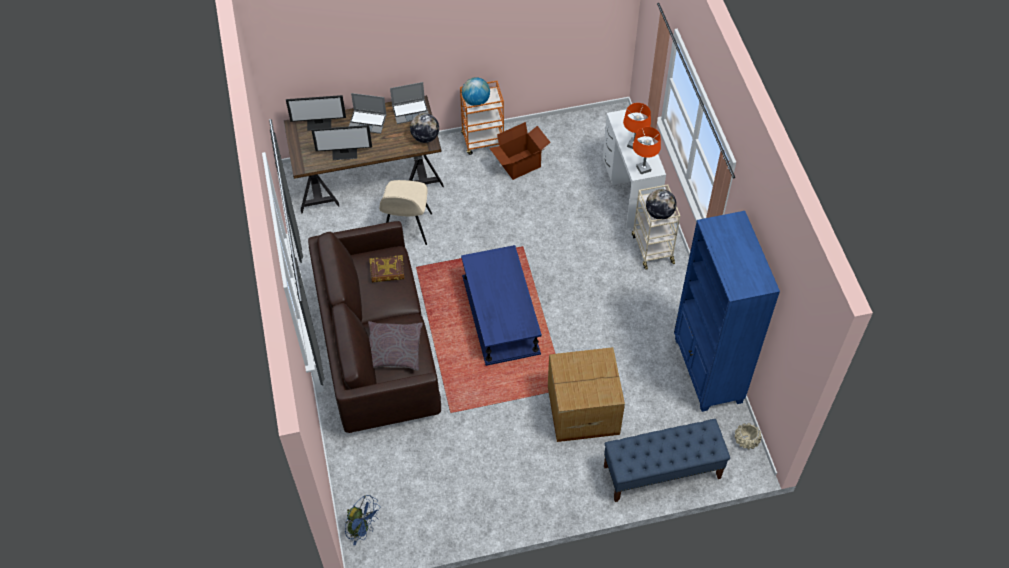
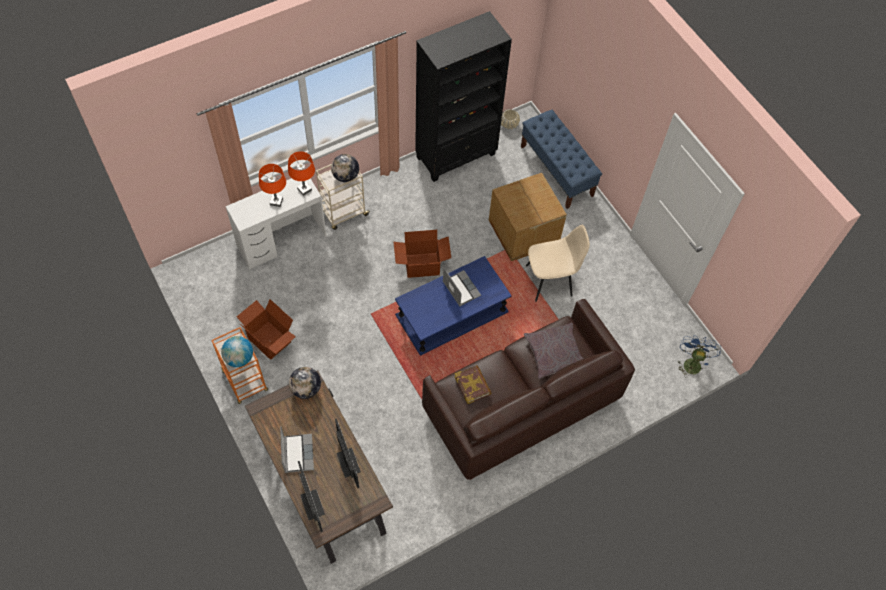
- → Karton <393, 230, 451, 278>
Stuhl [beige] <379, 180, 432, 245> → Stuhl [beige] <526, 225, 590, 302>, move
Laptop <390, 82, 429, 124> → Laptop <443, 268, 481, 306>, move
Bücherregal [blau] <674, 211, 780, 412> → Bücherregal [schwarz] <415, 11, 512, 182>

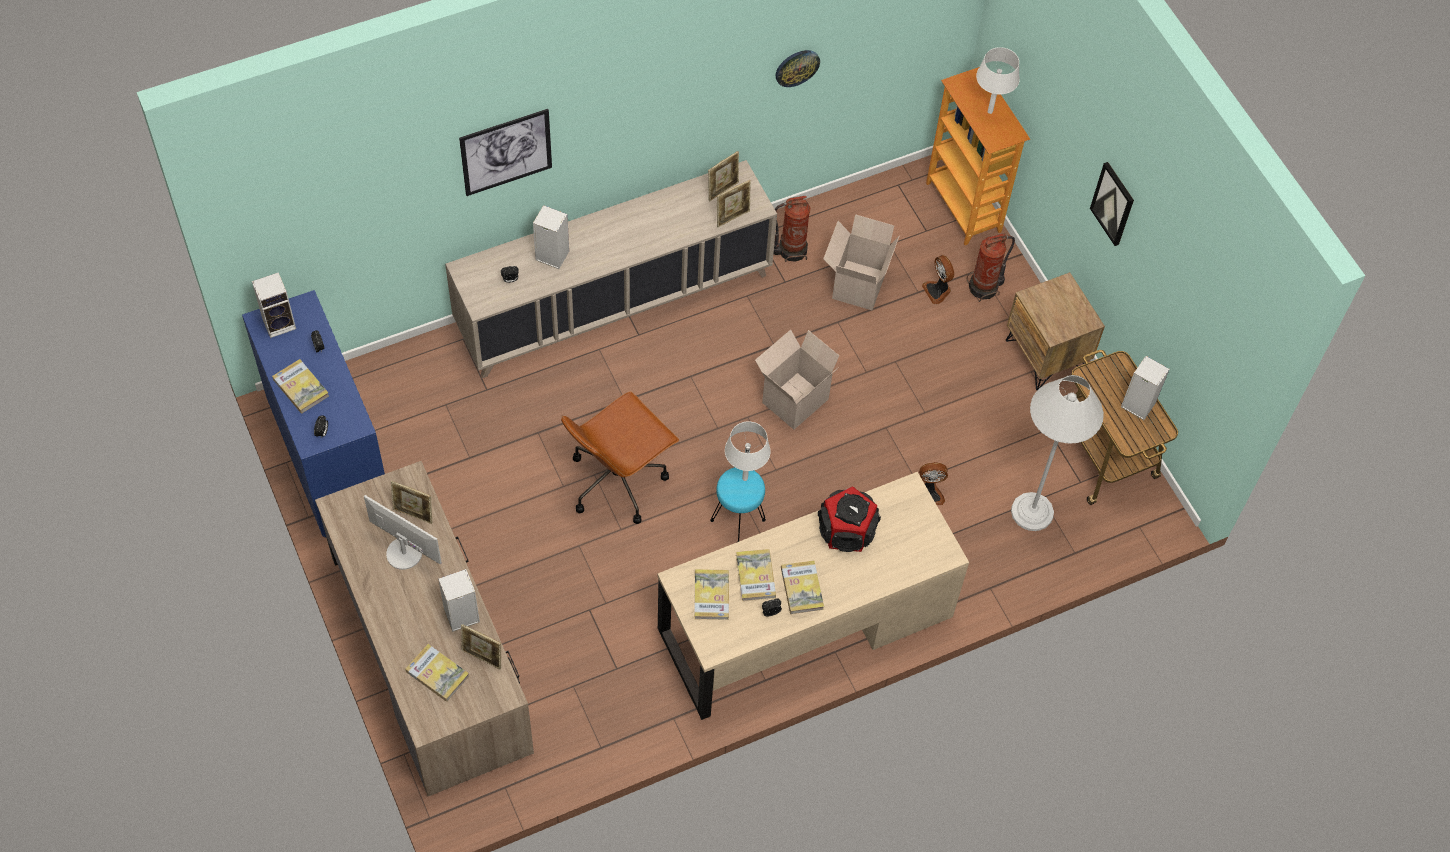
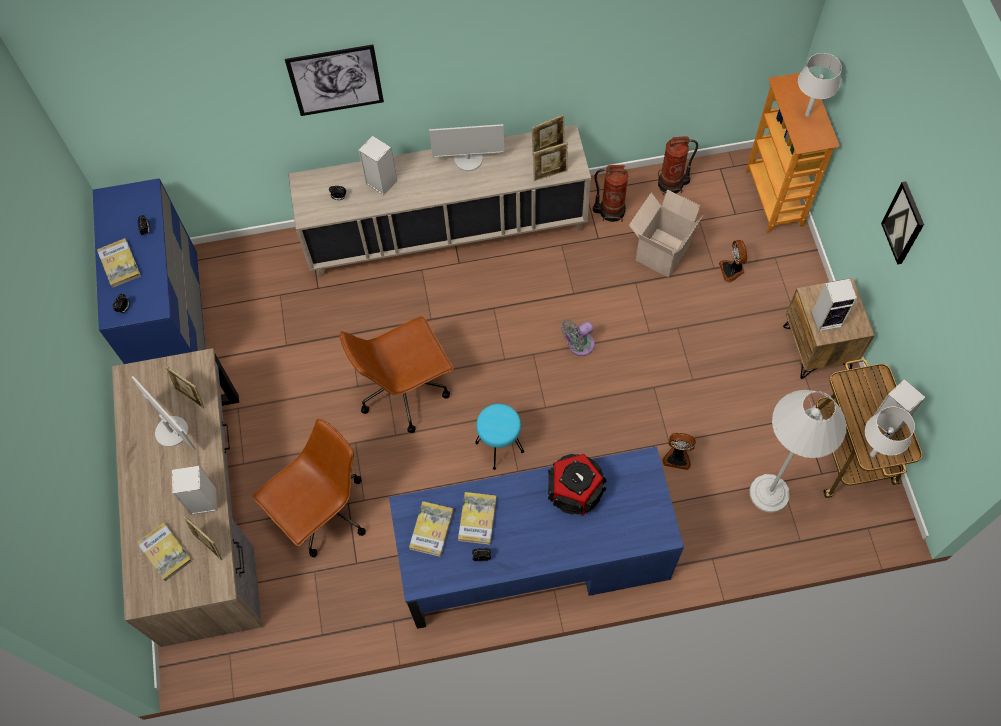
Wanduhr <776, 50, 820, 87> → -
Buch <781, 561, 824, 614> → -
- → Bürostuhl [braun] <252, 419, 366, 557>
- → Monitor <429, 124, 504, 171>
Lautsprecher <252, 272, 296, 338> → Lautsprecher <812, 279, 857, 331>, move
Tischlampe [weiß] <725, 421, 771, 481> → Tischlampe [weiß] <865, 407, 915, 457>, move
Feuerlöscher <967, 233, 1015, 302> → Feuerlöscher <658, 136, 698, 195>, move
Karton <755, 330, 839, 429> → Ventilator [grau] <561, 320, 595, 356>
Schreibtisch [beige] <657, 472, 969, 720> → Schreibtisch [blau] <389, 447, 684, 629>

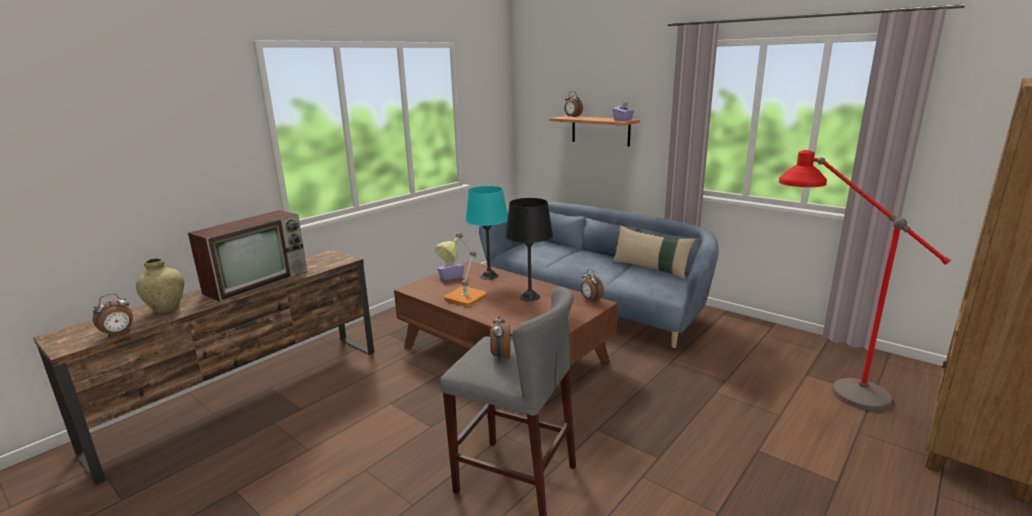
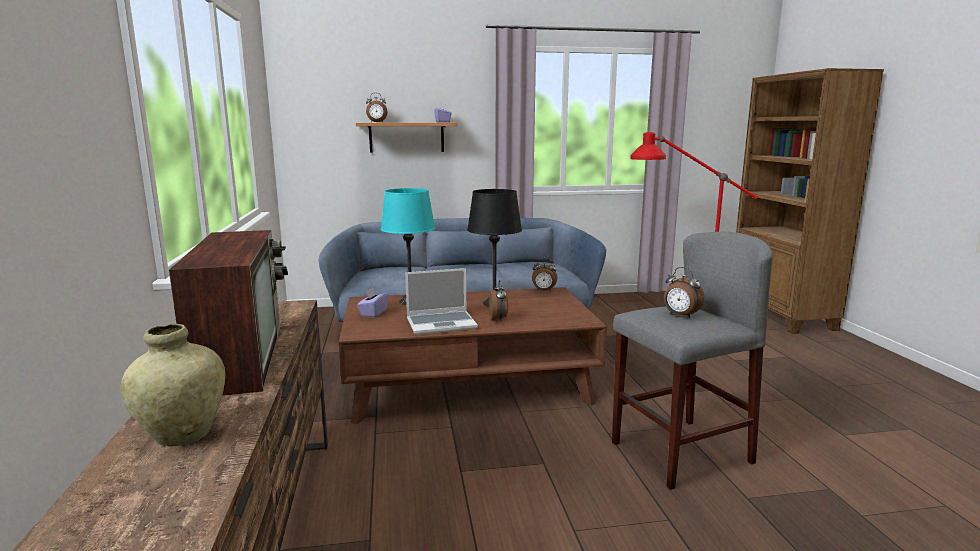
Kissen [beige] <612, 225, 695, 279> → -
Wecker <93, 294, 133, 337> → Wecker <489, 280, 508, 322>, move
Tischlampe <435, 232, 487, 307> → Laptop <405, 268, 478, 335>

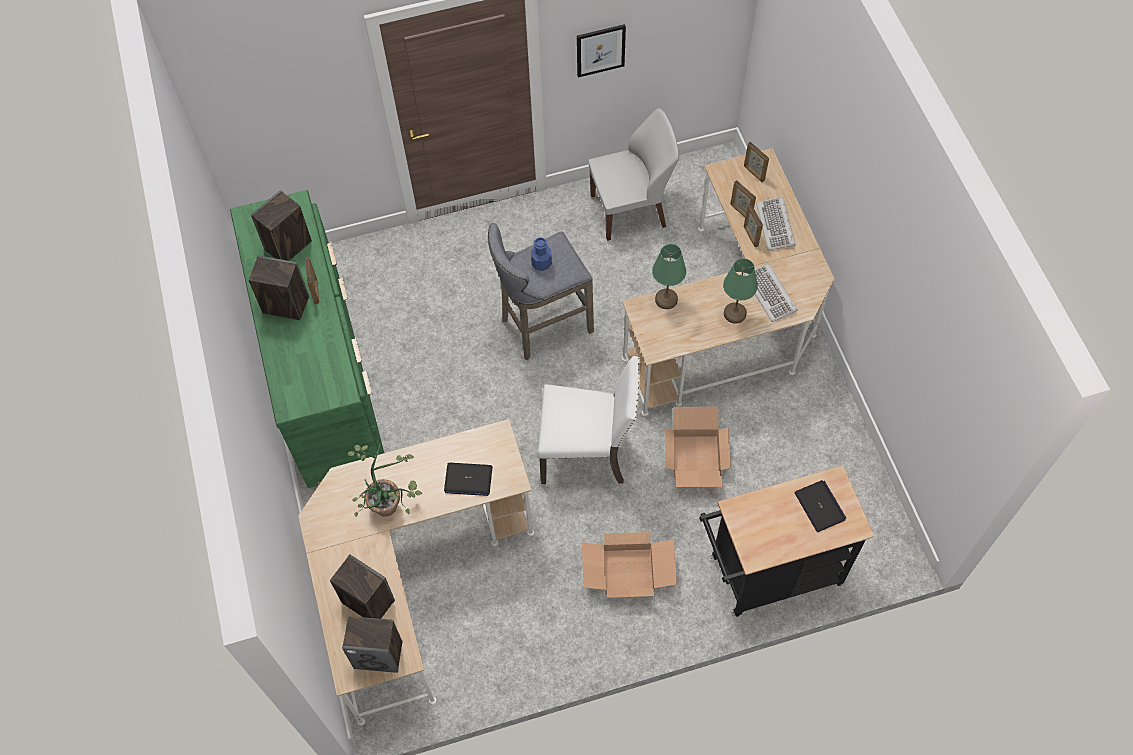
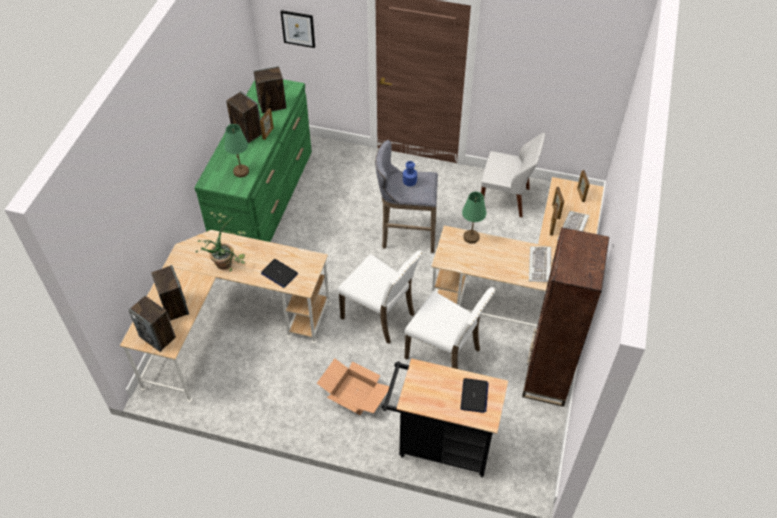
- → Bücherregal [braun] <522, 227, 609, 407>
Bild <577, 24, 626, 77> → Bild <280, 10, 315, 48>, move
Tischlampe [grün] <723, 258, 758, 324> → Tischlampe [grün] <224, 124, 249, 177>, move
Karton <664, 407, 731, 487> → Stuhl [weiß] <404, 287, 496, 369>

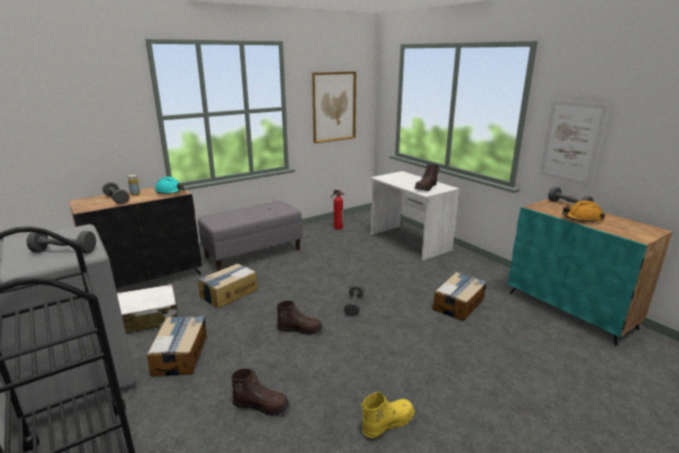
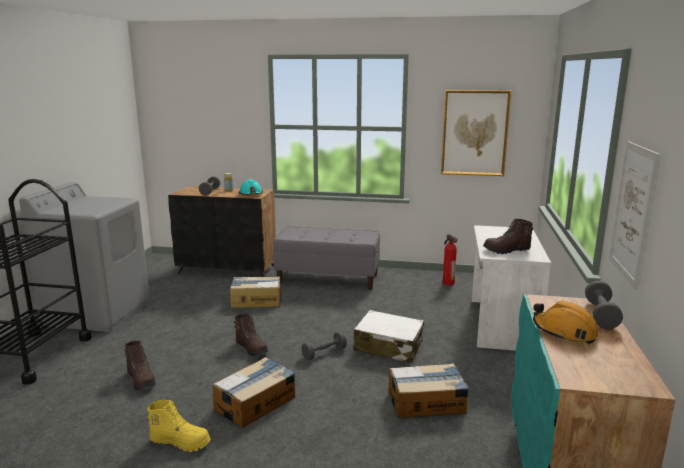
Hantel [grau] <26, 231, 96, 253> → -
Koffer [weiß] <117, 284, 177, 333> → Koffer [weiß] <353, 310, 424, 363>, move
Karton <147, 316, 207, 377> → Karton <212, 357, 295, 428>, move

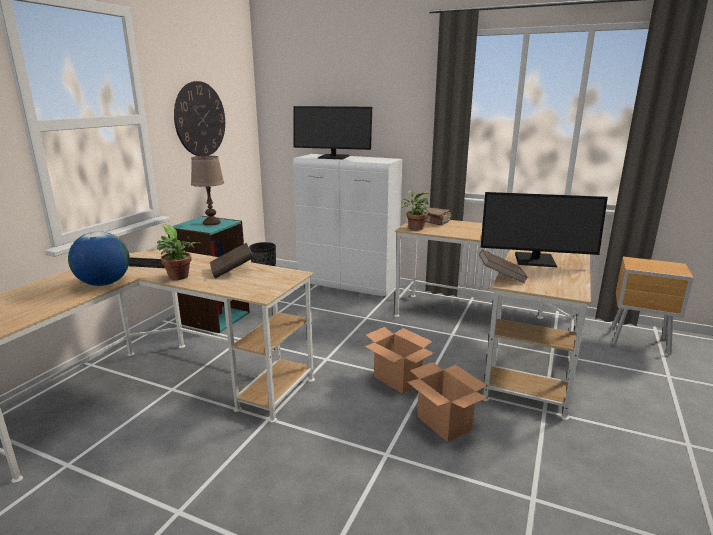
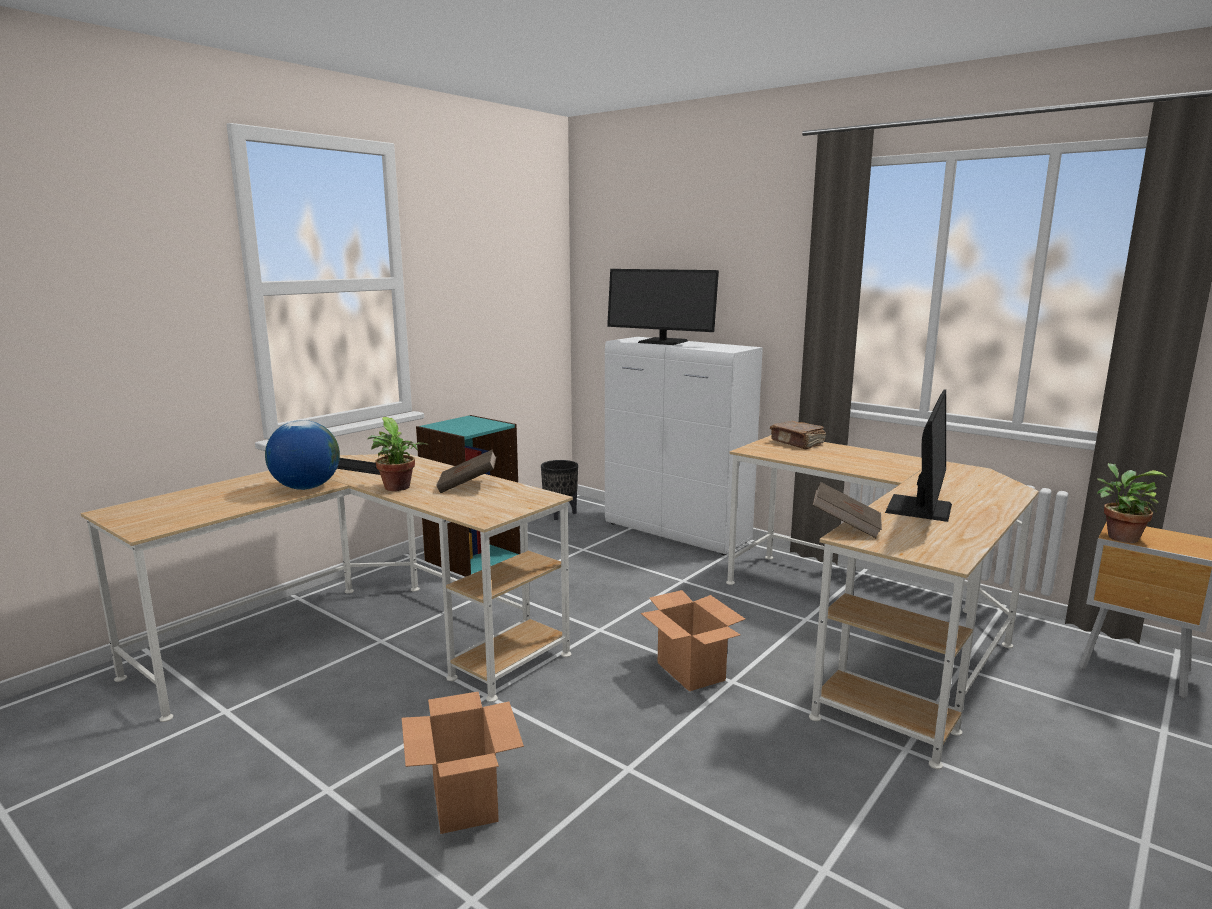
Wanduhr <174, 81, 225, 156> → -
Tischlampe [braun] <191, 156, 224, 226> → -
Topfpflanze <401, 190, 430, 231> → Topfpflanze <1097, 463, 1167, 543>, move
Karton <407, 362, 488, 442> → Karton <402, 691, 524, 834>, move
Monitor <481, 192, 608, 268> → Monitor <885, 390, 952, 522>, 90 degrees counterclockwise

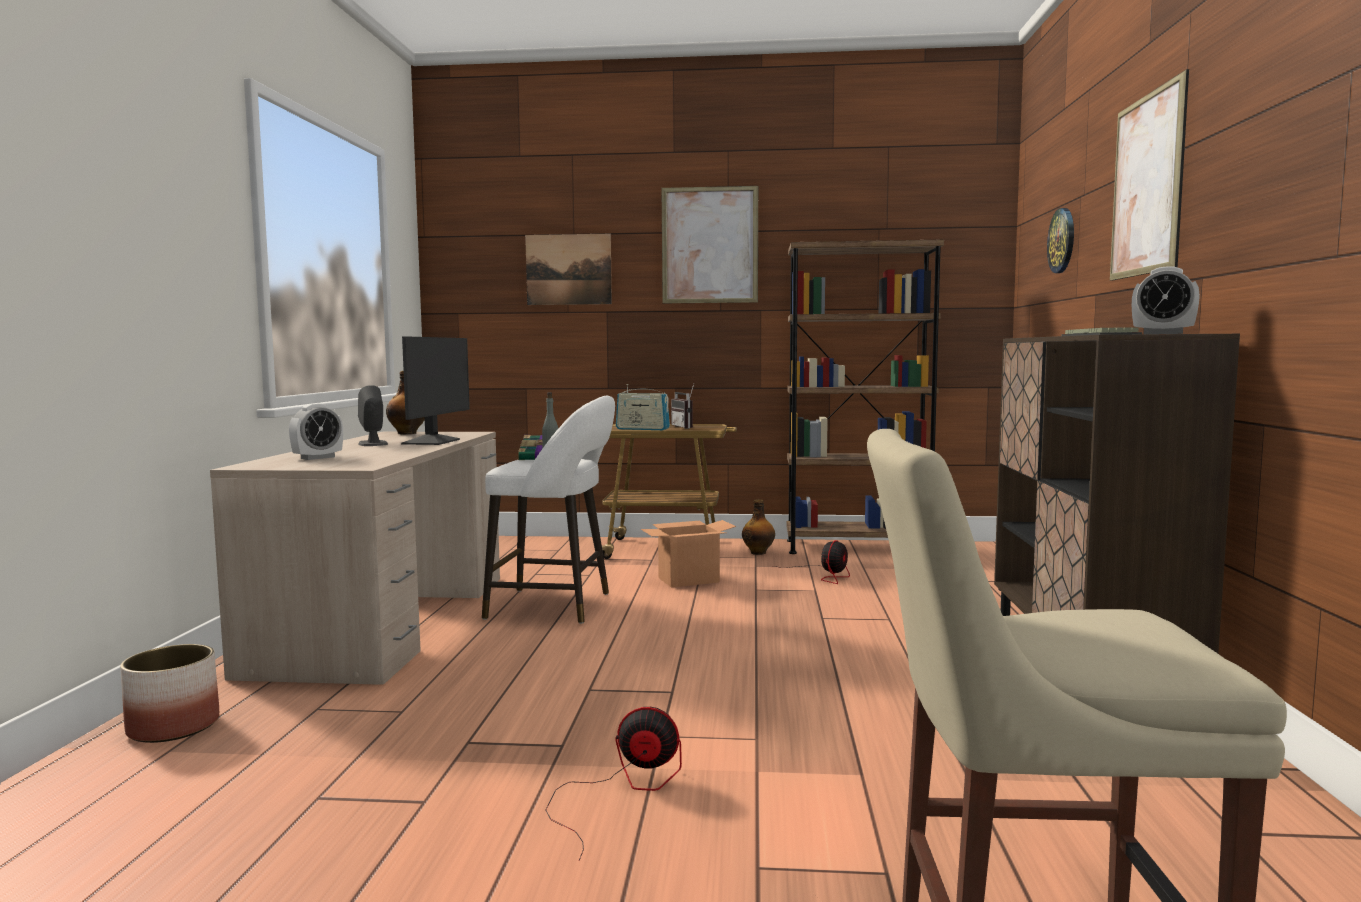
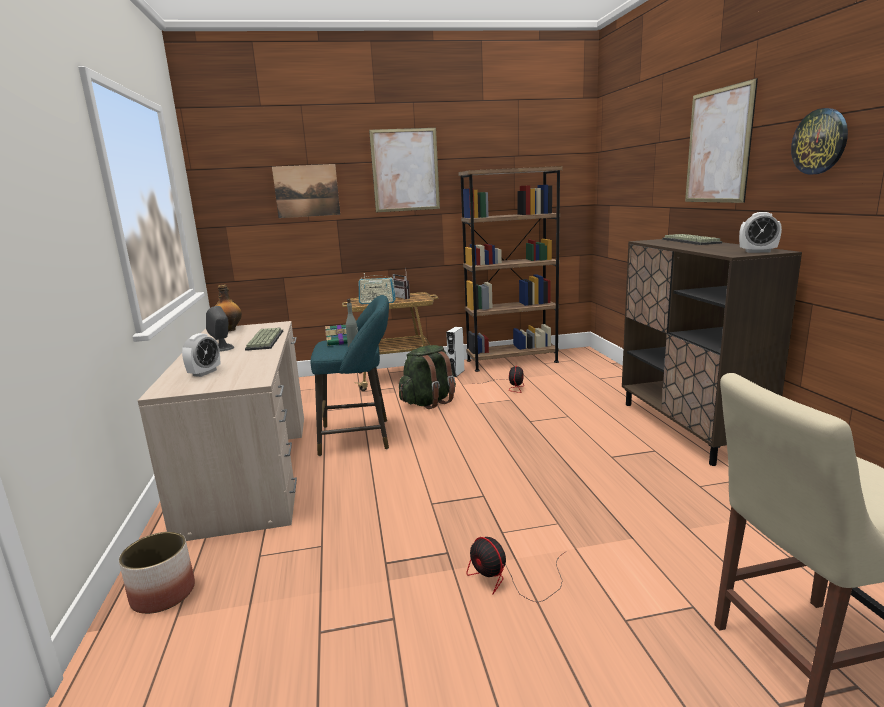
Wanduhr <1047, 208, 1074, 273> → Wanduhr <791, 108, 848, 175>, move
Monitor <401, 336, 470, 445> → Tastatur <245, 327, 283, 351>
Karton <641, 520, 736, 588> → Rucksack [grün] <399, 345, 456, 409>
Flasche <742, 499, 775, 555> → Lautsprecher [weiß] <446, 327, 465, 377>
Hocker [weiß] <482, 396, 615, 624> → Hocker [türkis] <310, 295, 389, 456>
Ventilator <546, 707, 682, 861> → Ventilator <466, 537, 565, 602>, 120 degrees counterclockwise

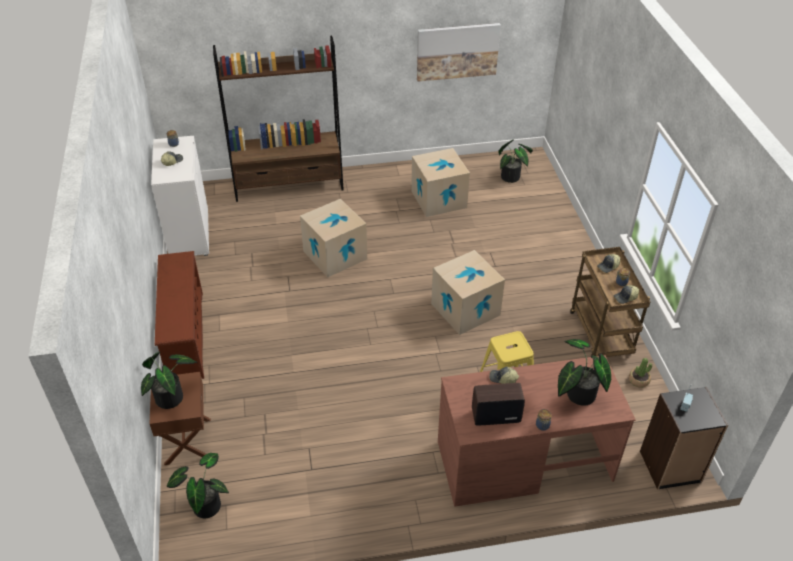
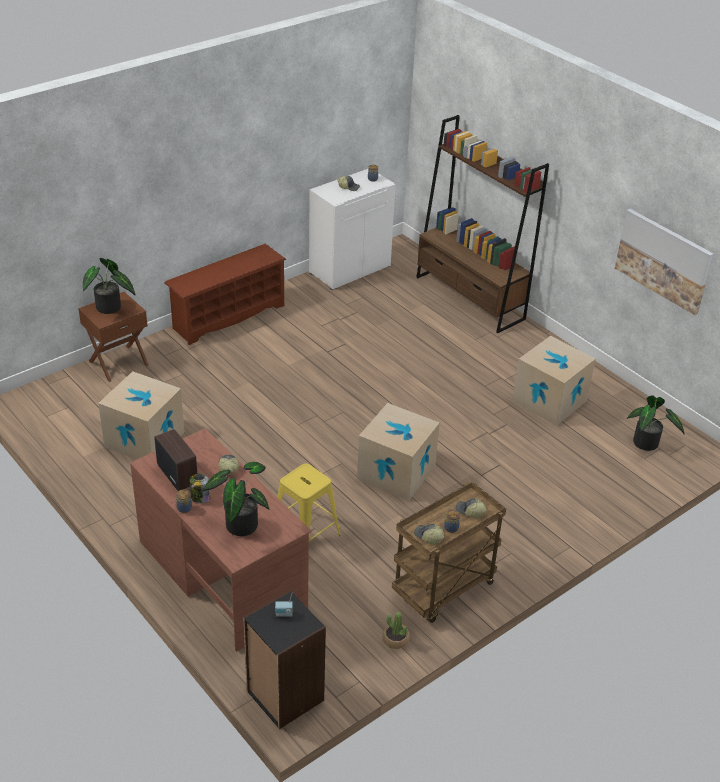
Topfpflanze <167, 453, 229, 518> → -
- → Vorratsglas <190, 473, 211, 503>
Karton <300, 199, 367, 277> → Karton <98, 371, 184, 460>, move

